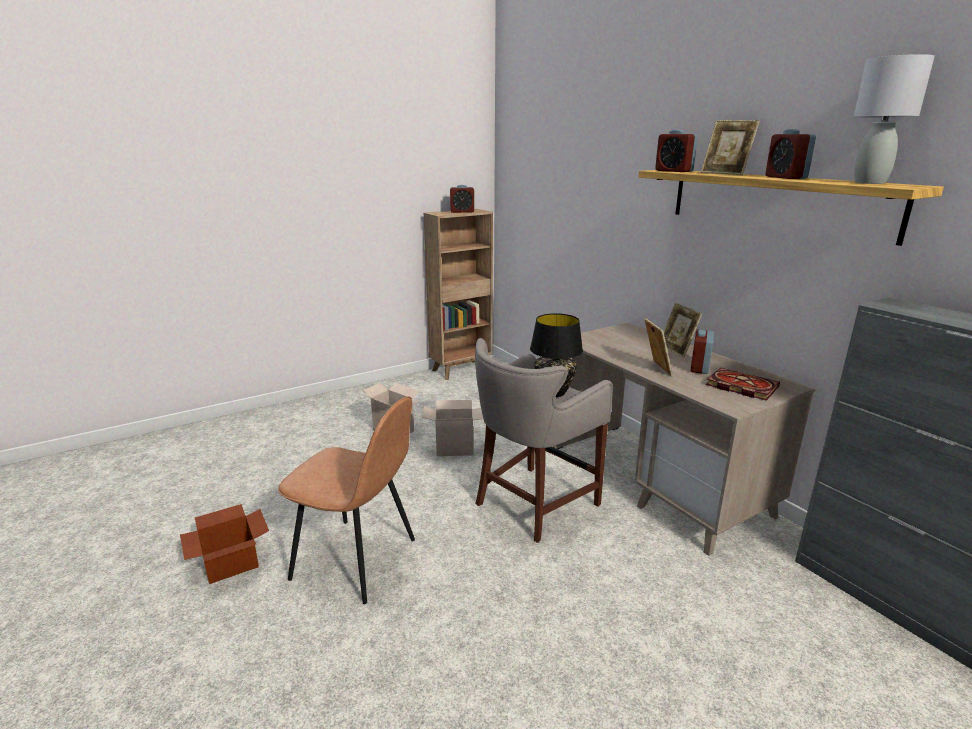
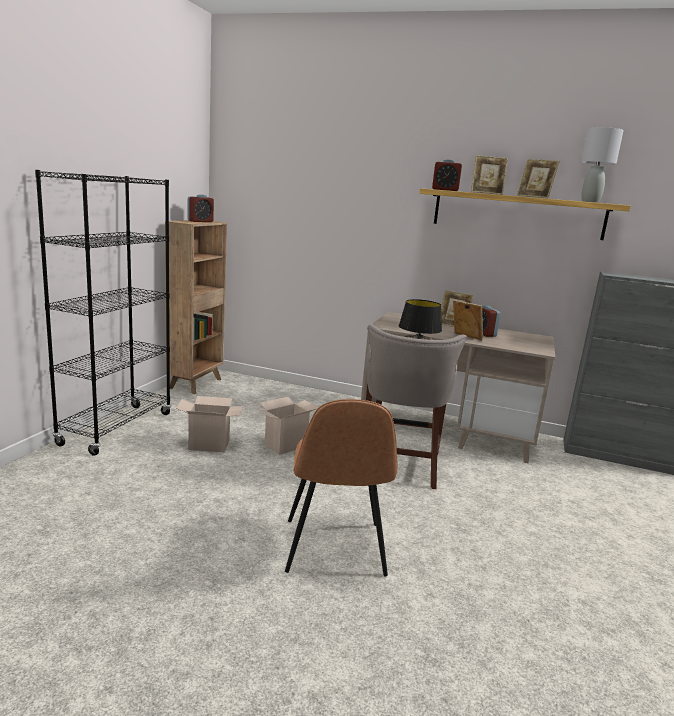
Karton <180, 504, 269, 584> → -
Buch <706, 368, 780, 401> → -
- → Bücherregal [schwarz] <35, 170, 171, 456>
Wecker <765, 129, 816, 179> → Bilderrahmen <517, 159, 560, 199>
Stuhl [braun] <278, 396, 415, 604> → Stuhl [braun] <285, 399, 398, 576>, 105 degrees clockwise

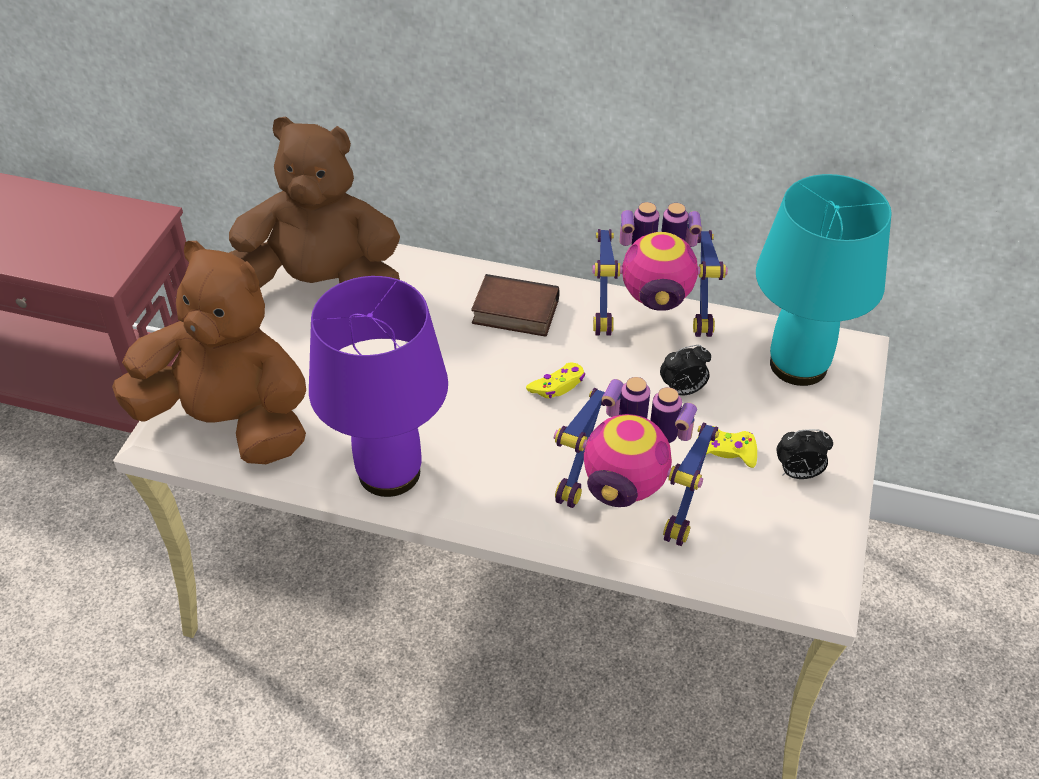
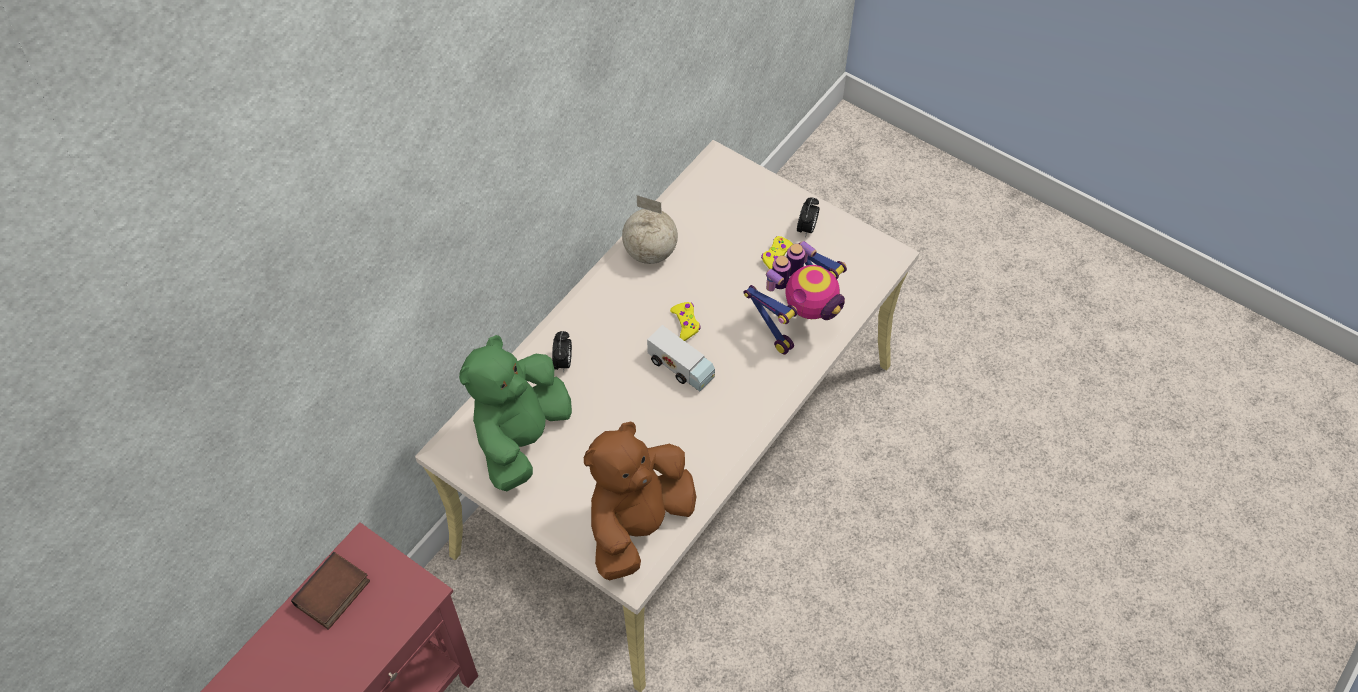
Tischlampe [lila] <309, 276, 448, 497> → -
Tischlampe [türkis] <756, 174, 892, 386> → -
- → Spielzeuglaster <647, 325, 715, 391>
Buch <471, 274, 560, 337> → Buch <291, 552, 370, 630>, move
Wecker <660, 345, 711, 396> → Wecker <552, 331, 572, 372>, move
Spielzeugroboter <592, 202, 728, 337> → Globus <622, 195, 678, 264>
Plüschtier [braun] <229, 116, 400, 288> → Plüschtier [grün] <459, 335, 572, 491>

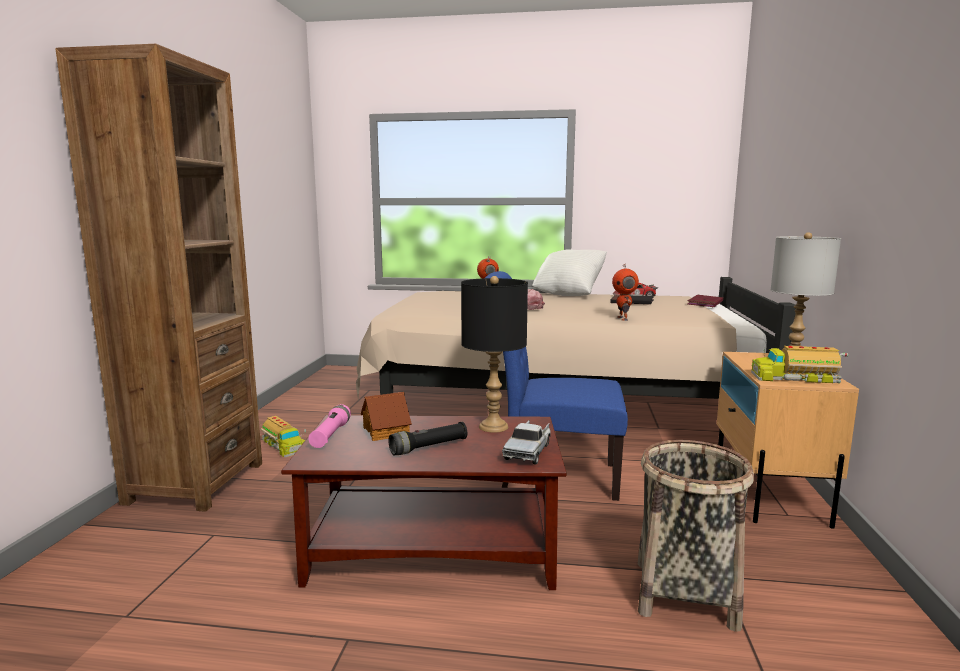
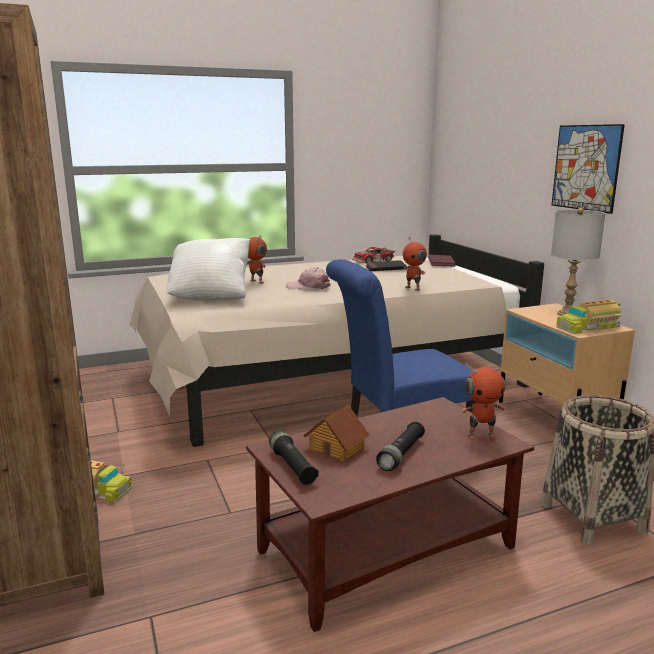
Tischlampe [schwarz] <461, 276, 528, 433> → -
- → Bild <552, 124, 625, 214>
Kissen [weiß] <532, 249, 607, 296> → Kissen [weiß] <166, 238, 250, 301>, move
Spielzeuglaster <502, 420, 551, 464> → Spielzeugroboter <461, 362, 506, 439>
Taschenlampe [rosa] <308, 404, 351, 448> → Taschenlampe [schwarz] <269, 431, 319, 485>

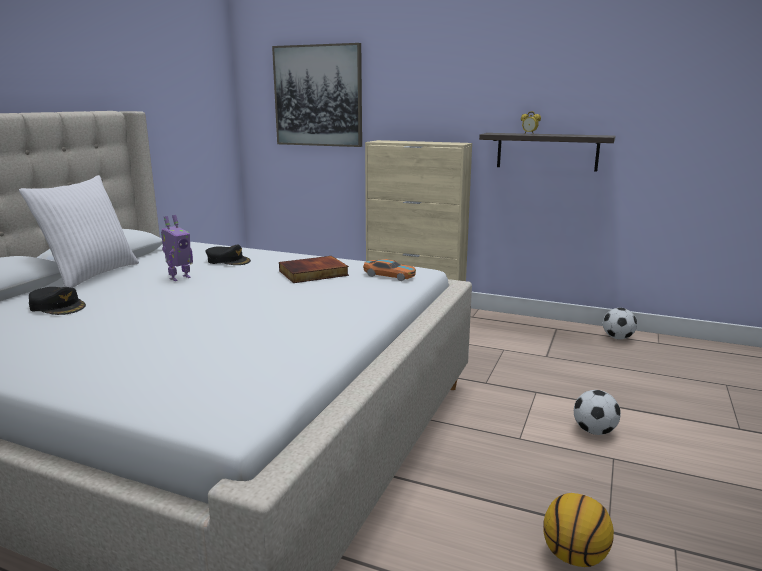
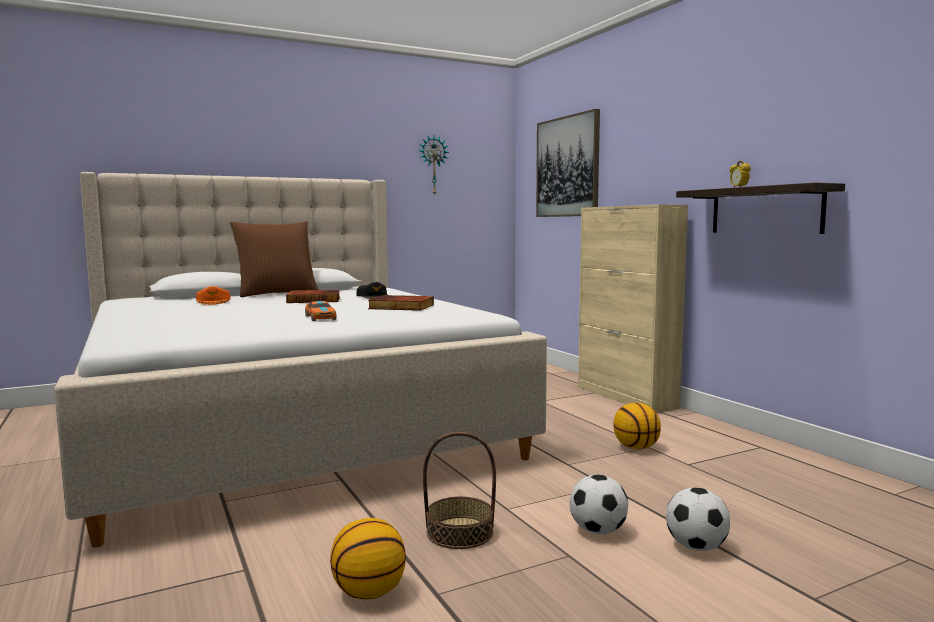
- → Wanduhr <419, 135, 449, 196>
- → Korb <423, 432, 496, 549>
- → Basketball <614, 403, 661, 449>
Spielzeugauto <363, 259, 416, 281> → Spielzeugauto <305, 301, 337, 321>, move
Fußball <603, 308, 637, 340> → Fußball <666, 487, 730, 551>, move
Spielzeugroboter <161, 215, 193, 281> → Buch <286, 290, 340, 303>
Kissen [weiß] <19, 175, 139, 288> → Kissen [braun] <230, 221, 319, 297>
Kappe [schwarz] <29, 287, 86, 315> → Kappe [orange] <196, 286, 231, 305>

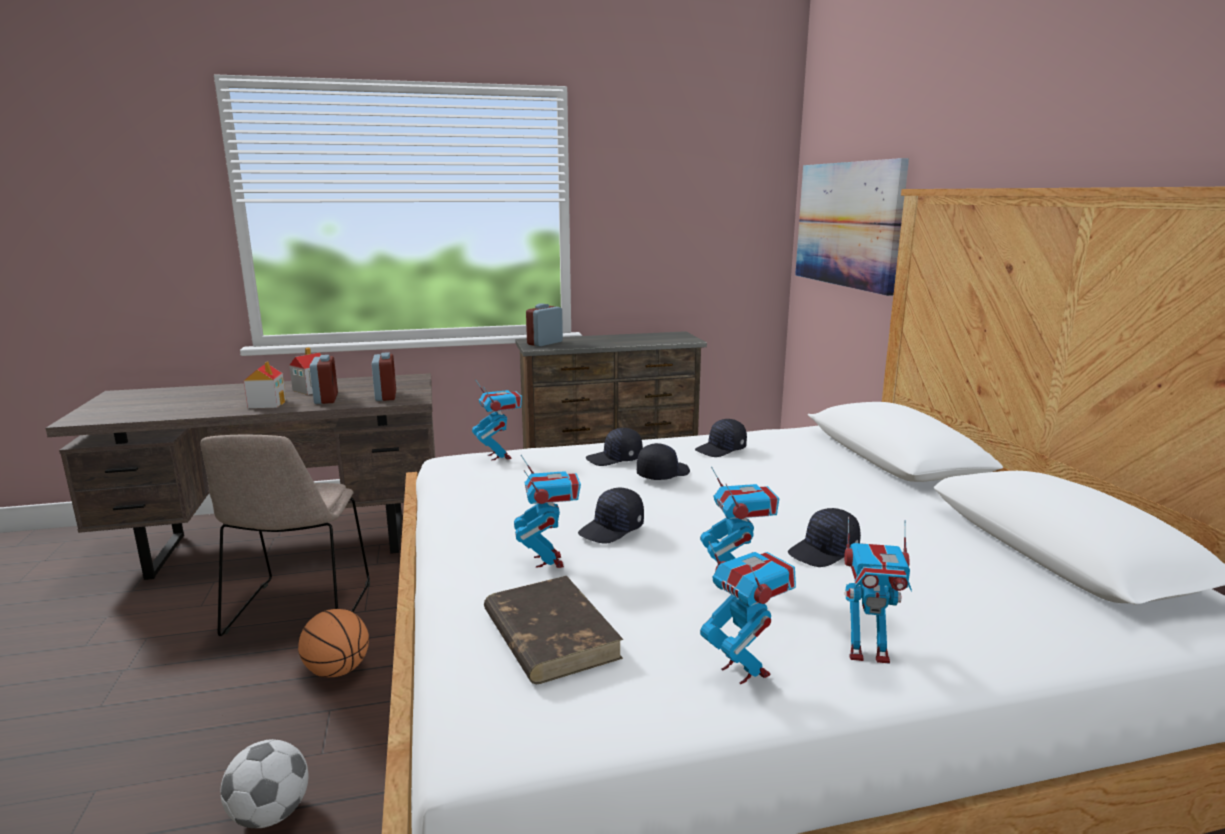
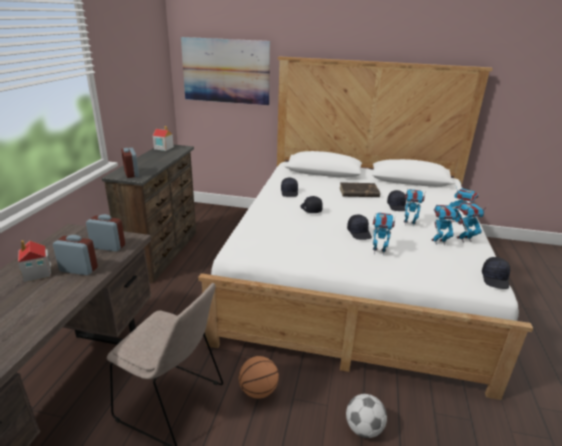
Spielzeughaus <244, 361, 286, 408> → Spielzeughaus <153, 126, 174, 151>, move
Spielzeugroboter <472, 379, 522, 461> → Spielzeugroboter <431, 205, 461, 245>, move
Buch [braun] <484, 576, 623, 684> → Buch [braun] <339, 182, 380, 197>, move
Kappe [schwarz] <586, 428, 643, 466> → Kappe [schwarz] <482, 257, 510, 289>, move

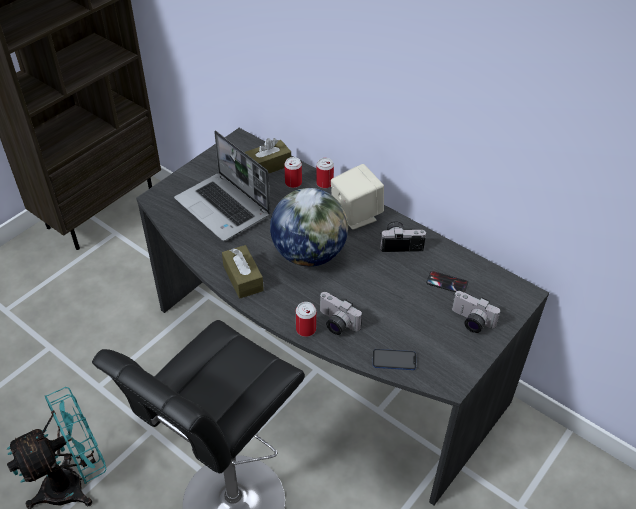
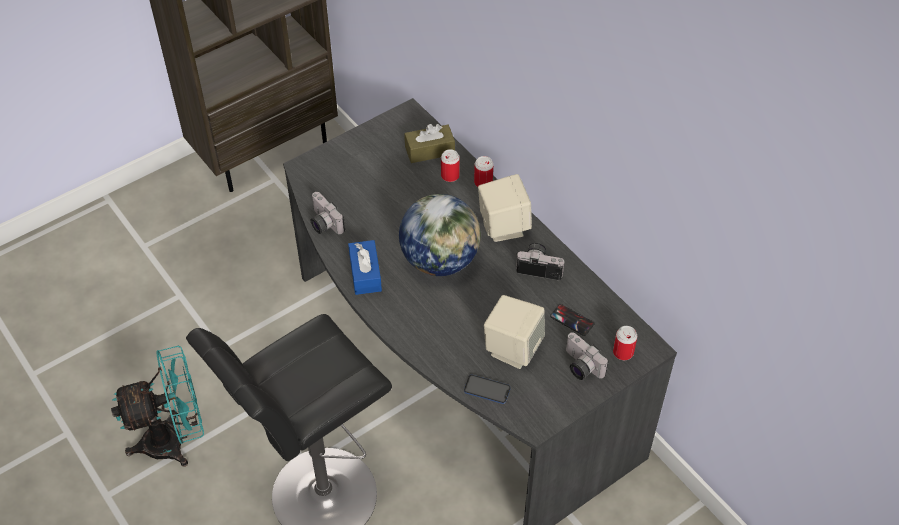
Laptop <174, 131, 270, 241> → -
- → Lautsprecher [beige] <484, 295, 545, 369>
Dose <296, 302, 316, 337> → Dose <613, 326, 637, 360>, move
Kamera <319, 292, 362, 335> → Kamera <310, 192, 345, 234>, move
Taschentuchbox [braun] <222, 245, 264, 299> → Taschentuchbox [blau] <348, 240, 382, 295>

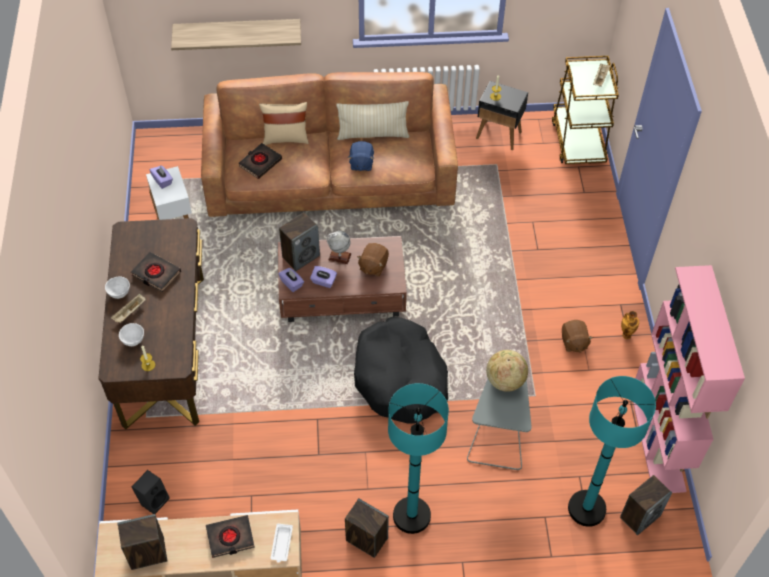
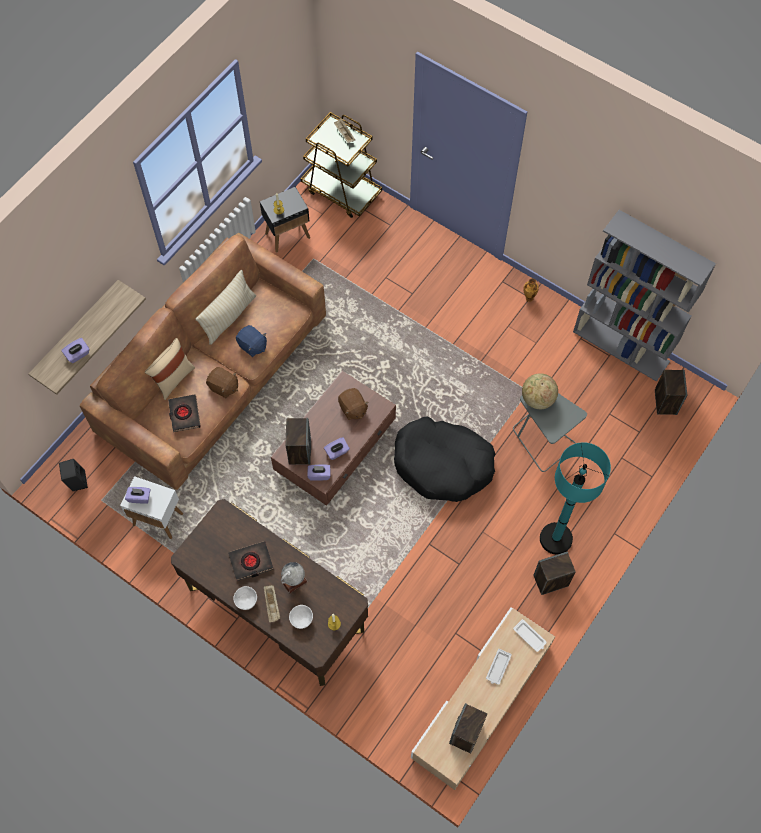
Stehlampe [türkis] <568, 376, 656, 527> → -
- → Taschentuchbox [lila] <61, 338, 90, 363>
Lautsprecher [schwarz] <132, 470, 170, 514> → Lautsprecher [schwarz] <59, 459, 88, 491>, move
Globus <326, 231, 352, 264> → Globus <281, 562, 307, 594>, move
Plüschtier [braun] <562, 320, 593, 353> → Plüschtier [braun] <206, 367, 238, 398>, move
Buch [schwarz] <206, 515, 255, 558> → Tablett [weiß] <486, 649, 512, 685>
Bücherregal [rosa] <633, 265, 745, 493> → Bücherregal [grau] <573, 210, 716, 382>

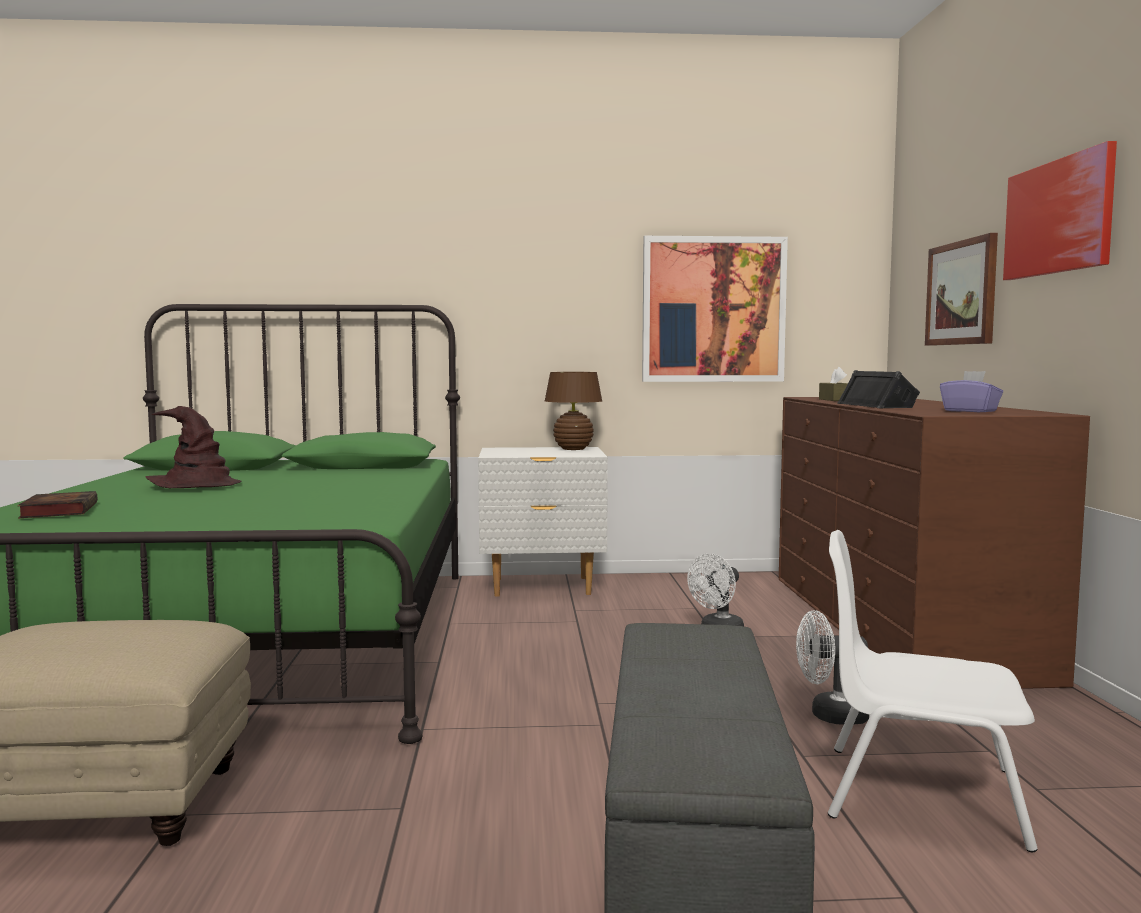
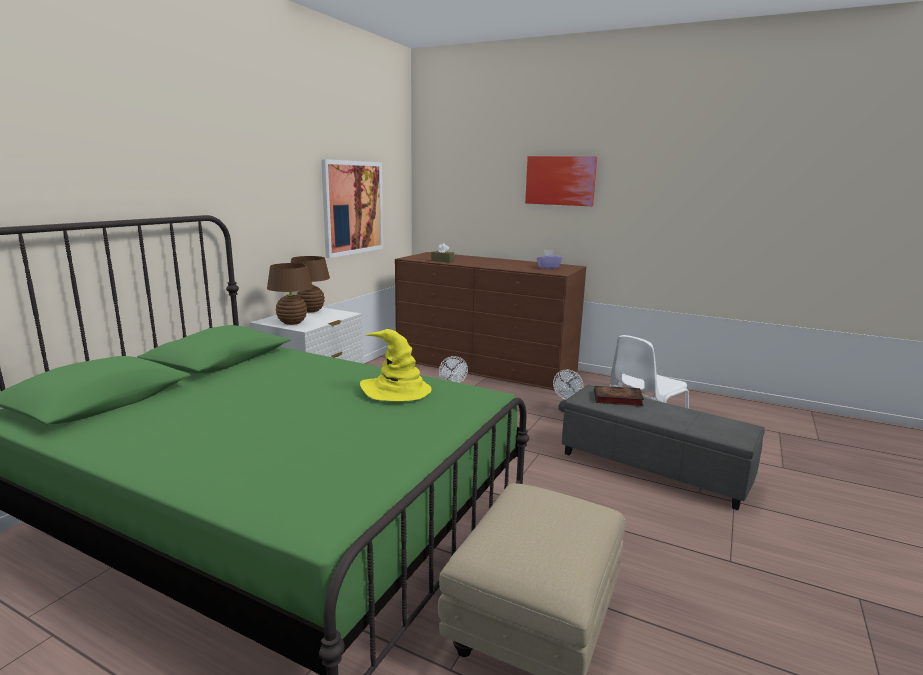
Hut [braun] <146, 406, 241, 488> → -
Lautsprecher [schwarz] <837, 370, 920, 408> → -
Bild <925, 233, 998, 346> → -
- → Tischlampe [braun] <267, 263, 313, 325>
- → Hut [gelb] <360, 329, 432, 401>
Buch <17, 491, 98, 518> → Buch <594, 385, 644, 406>, move

